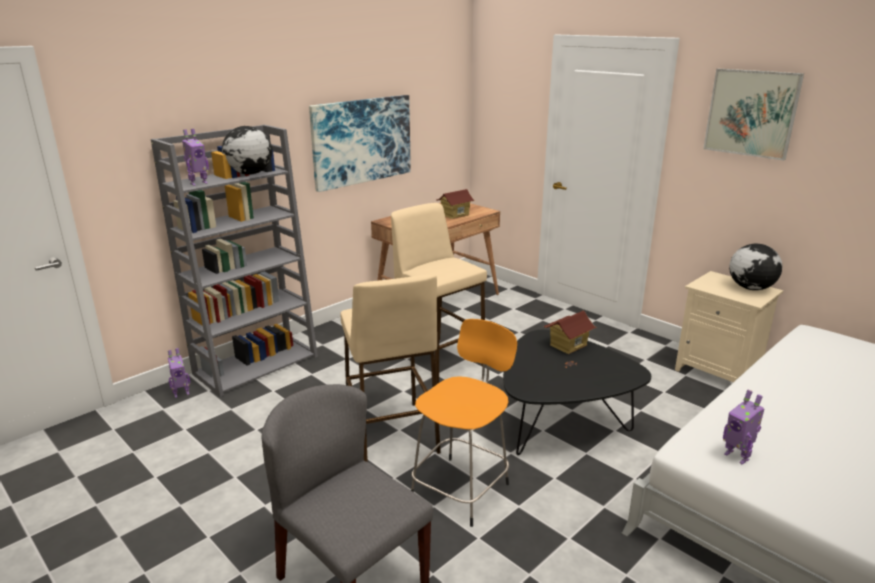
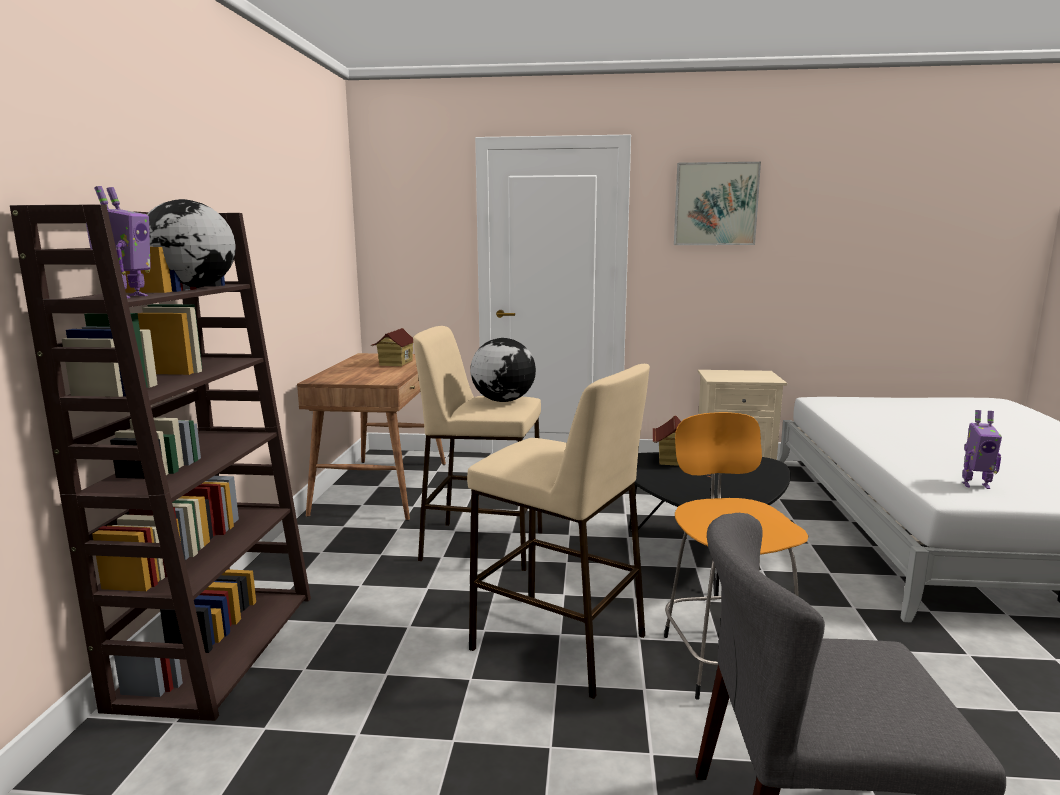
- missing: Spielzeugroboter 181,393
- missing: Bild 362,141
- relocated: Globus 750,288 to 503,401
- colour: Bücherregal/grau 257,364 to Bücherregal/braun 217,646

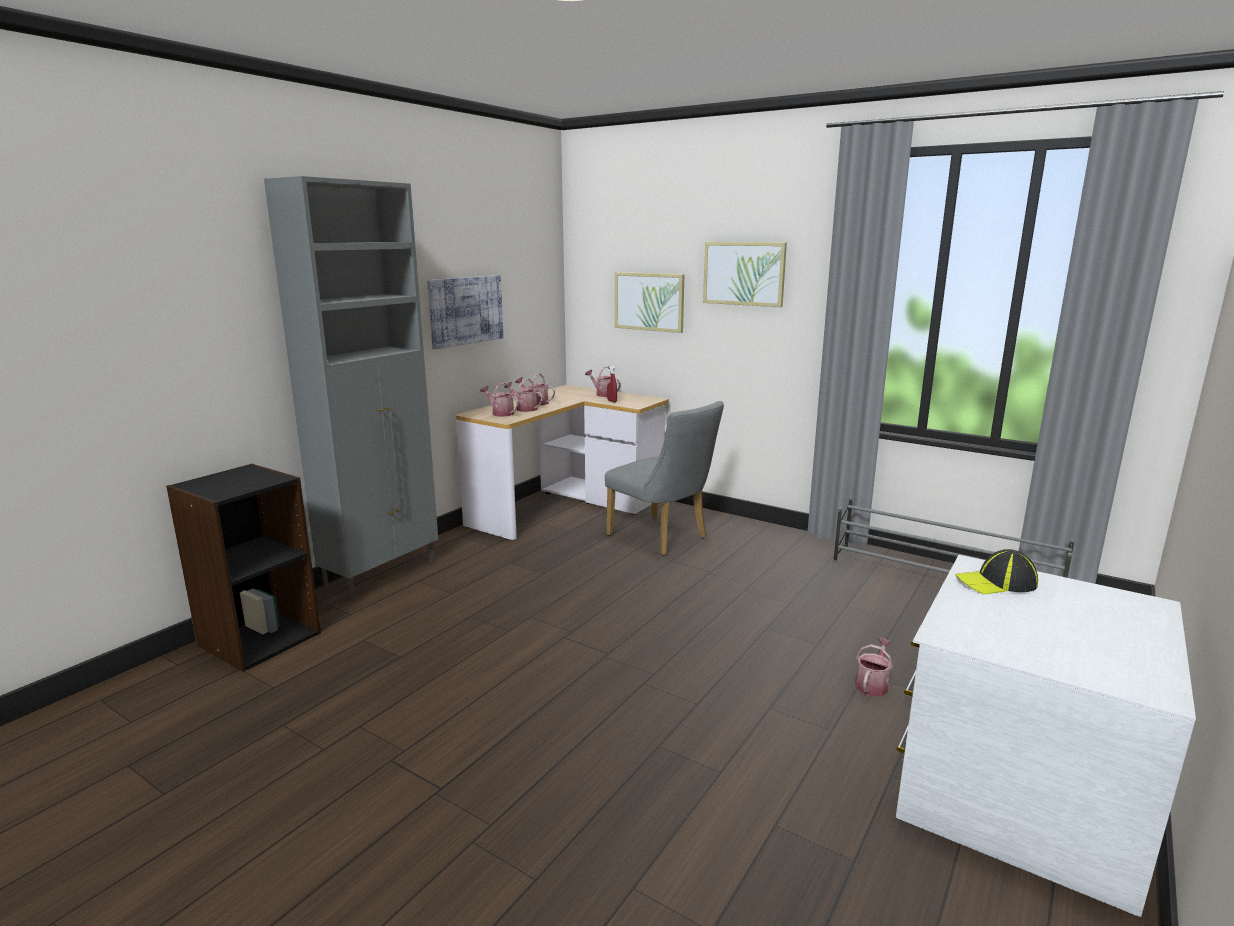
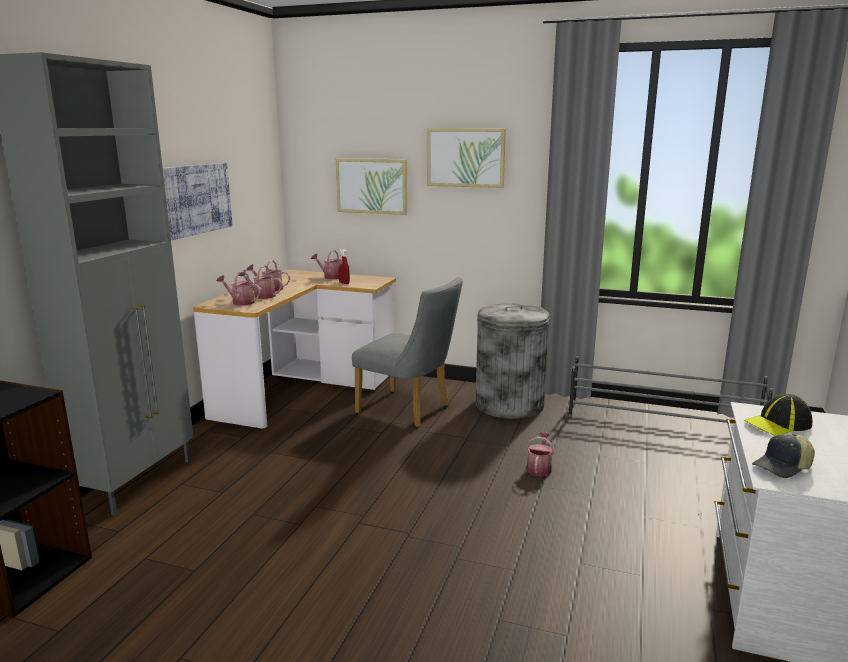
- appeared: Mülleimer/grau 509,404
- appeared: Kappe 783,467
- relocated: Gießkanne 872,684 to 539,468

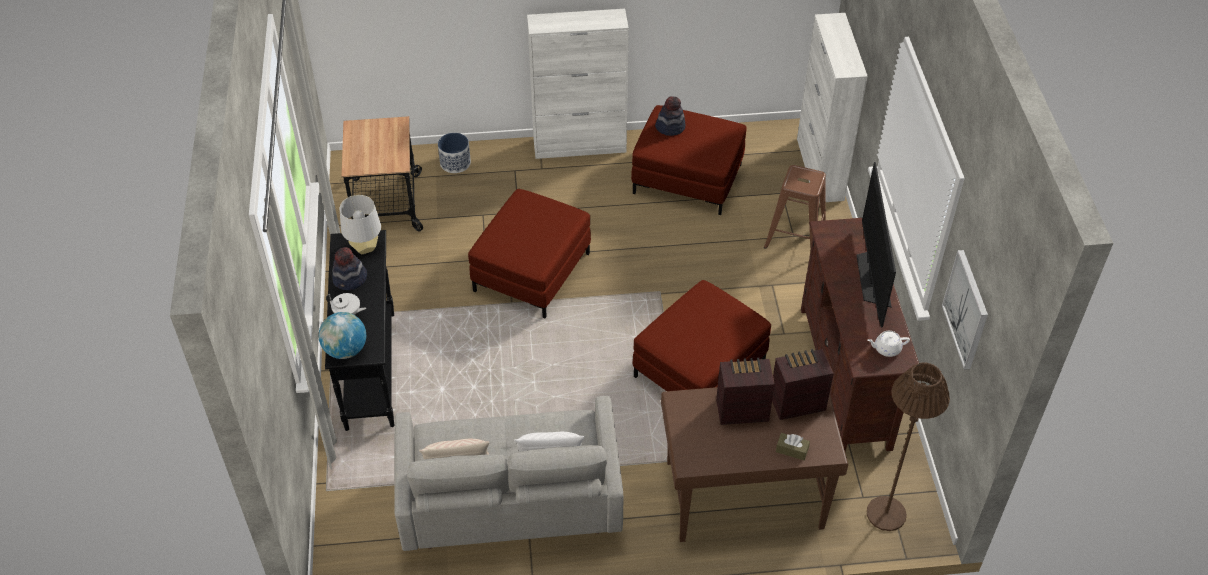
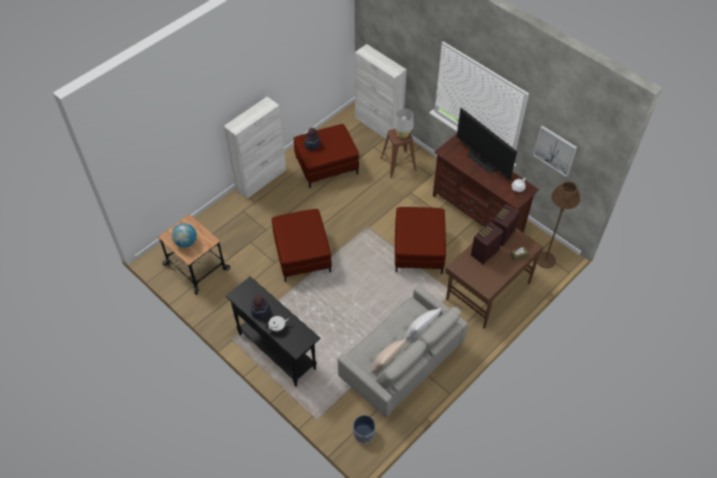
- relocated: Globus 345,350 to 186,242
- relocated: Tischlampe/grau 364,248 to 403,135
- relocated: Pflanzkübel 455,163 to 364,433

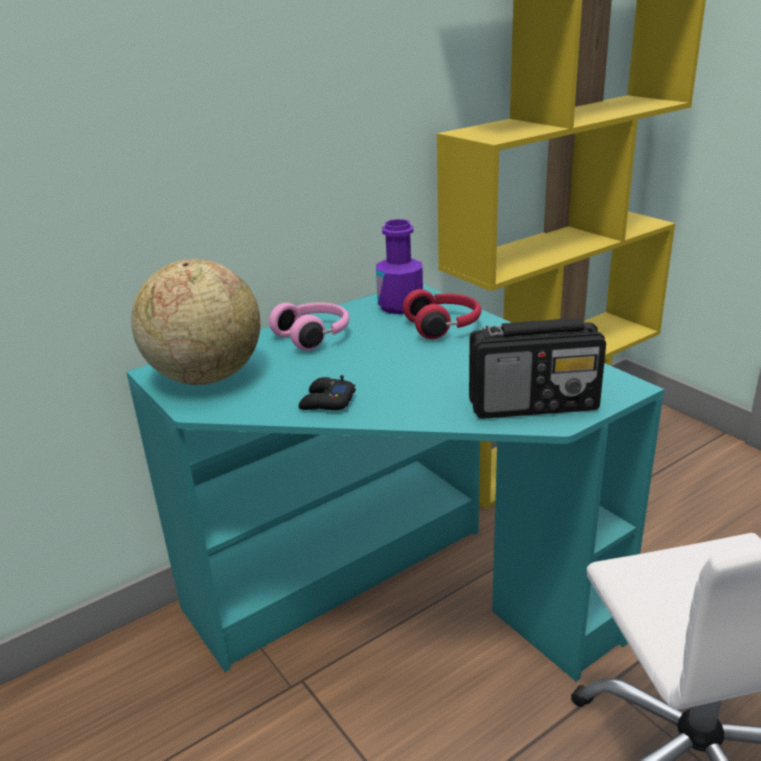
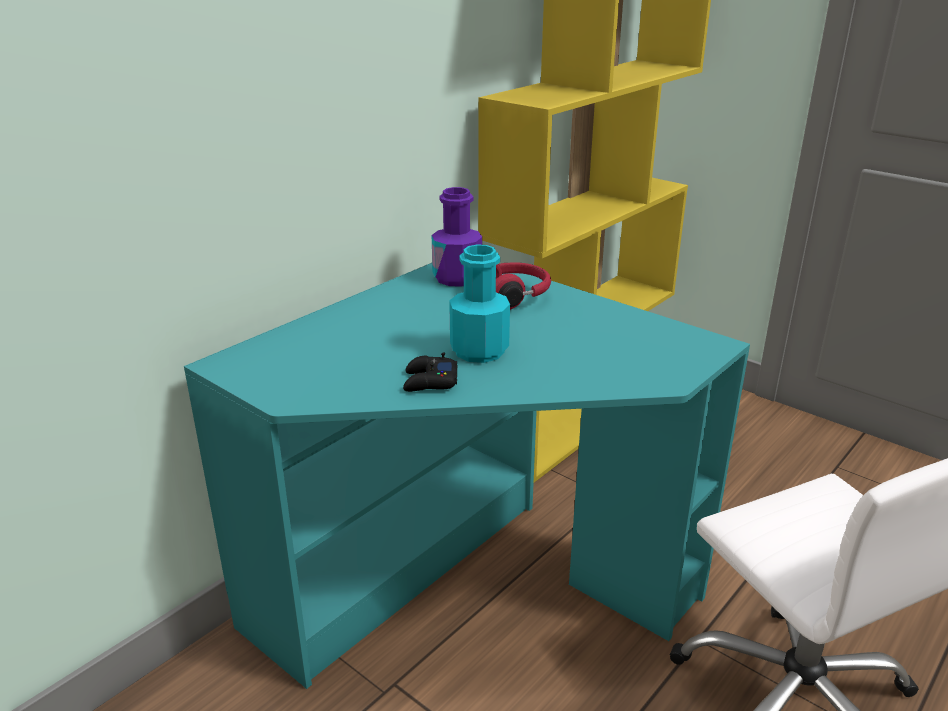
- missing: Globus 206,376
- missing: Kopfhörer/rosa 314,336
- missing: Radio 534,404
- appeared: Flasche/türkis 479,350

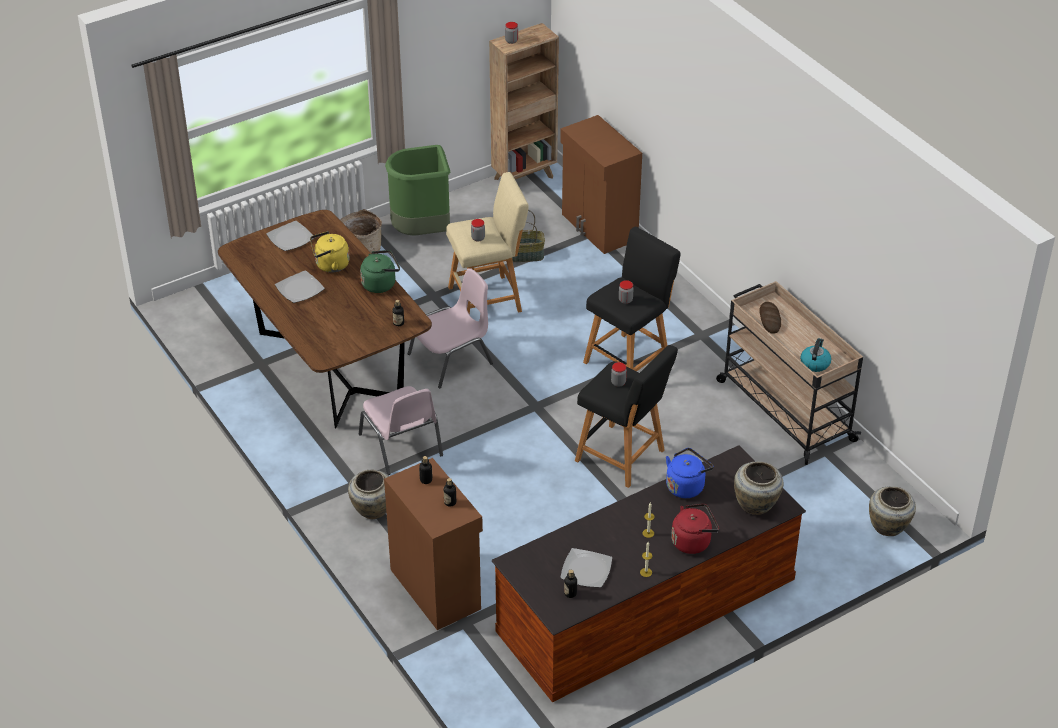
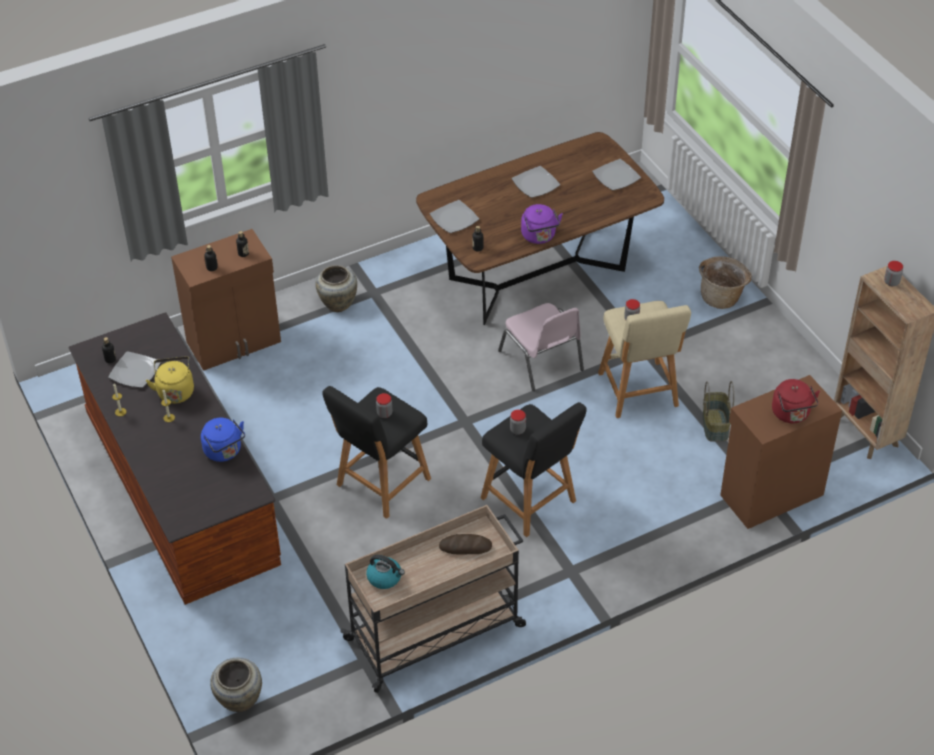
- missing: Stuhl/rosa 402,446
- missing: Mülleimer/grün 422,232
- missing: Vase/beige 756,505
- appeared: Teller 455,219
- relocated: Wasserkessel/gelb 330,265 to 175,391
- relocated: Wasserkessel/rot 693,541 to 792,414
- colour: Wasserkessel/grün 381,284 to Wasserkessel/lila 539,237

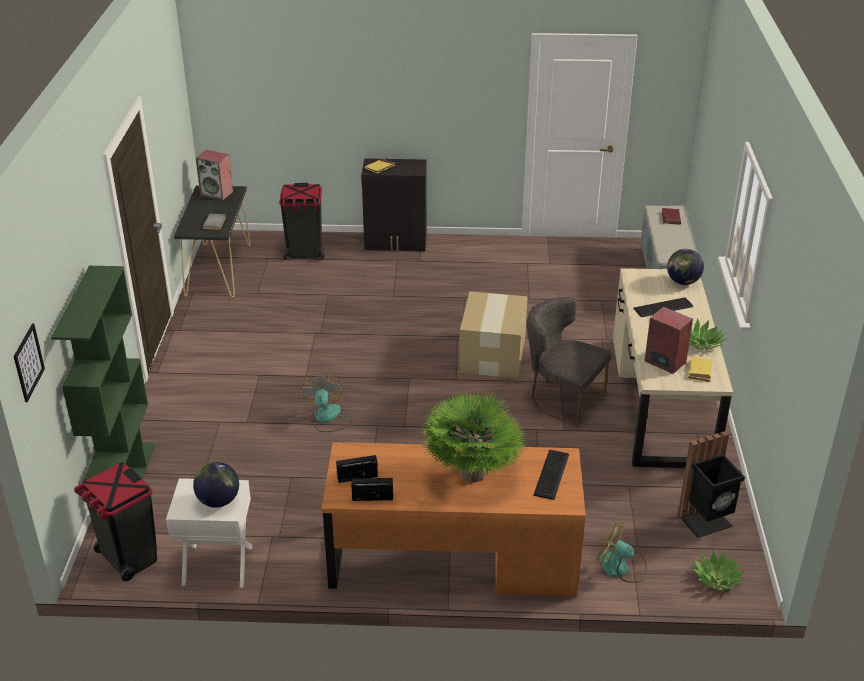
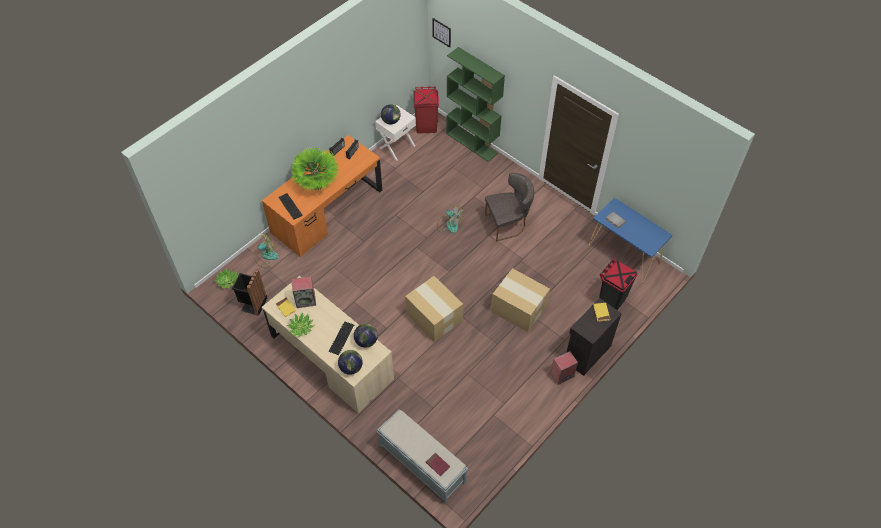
- appeared: Globus 366,341
- appeared: Karton 519,309
- relocated: Lautsprecher 217,193 to 562,375
- relocated: Stuhl/grau 561,398 to 508,223
- colour: Mülleimer/schwarz 128,558 to Mülleimer/rot 426,126
- colour: Konsolentisch/schwarz 218,270 to Konsolentisch/blau 624,254

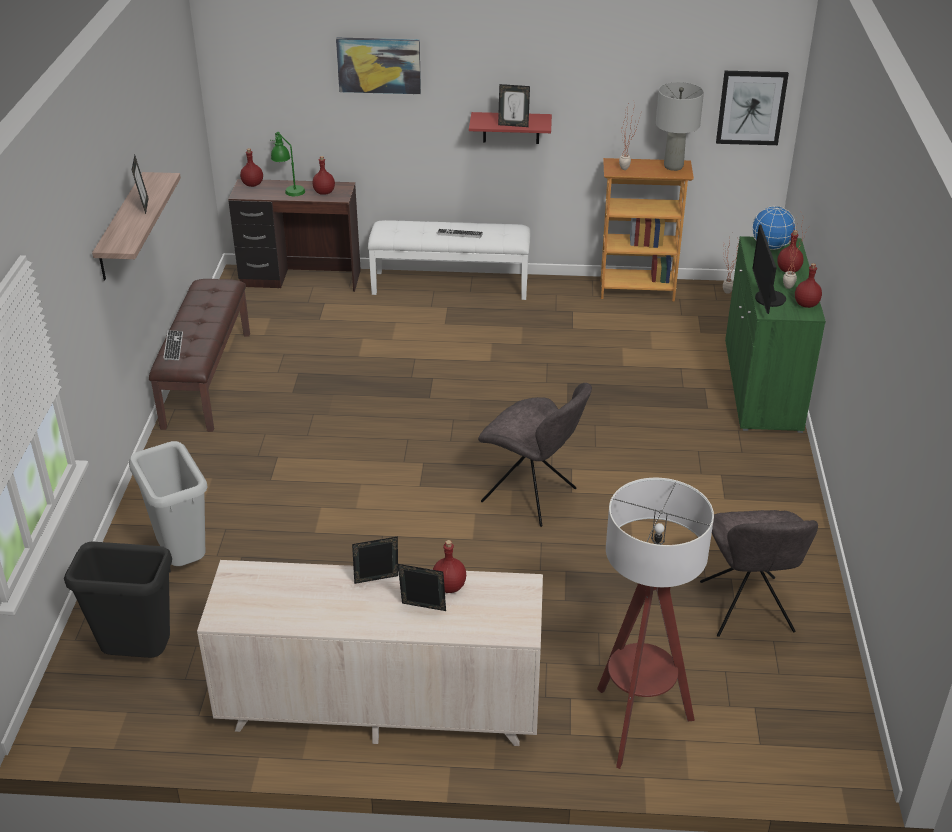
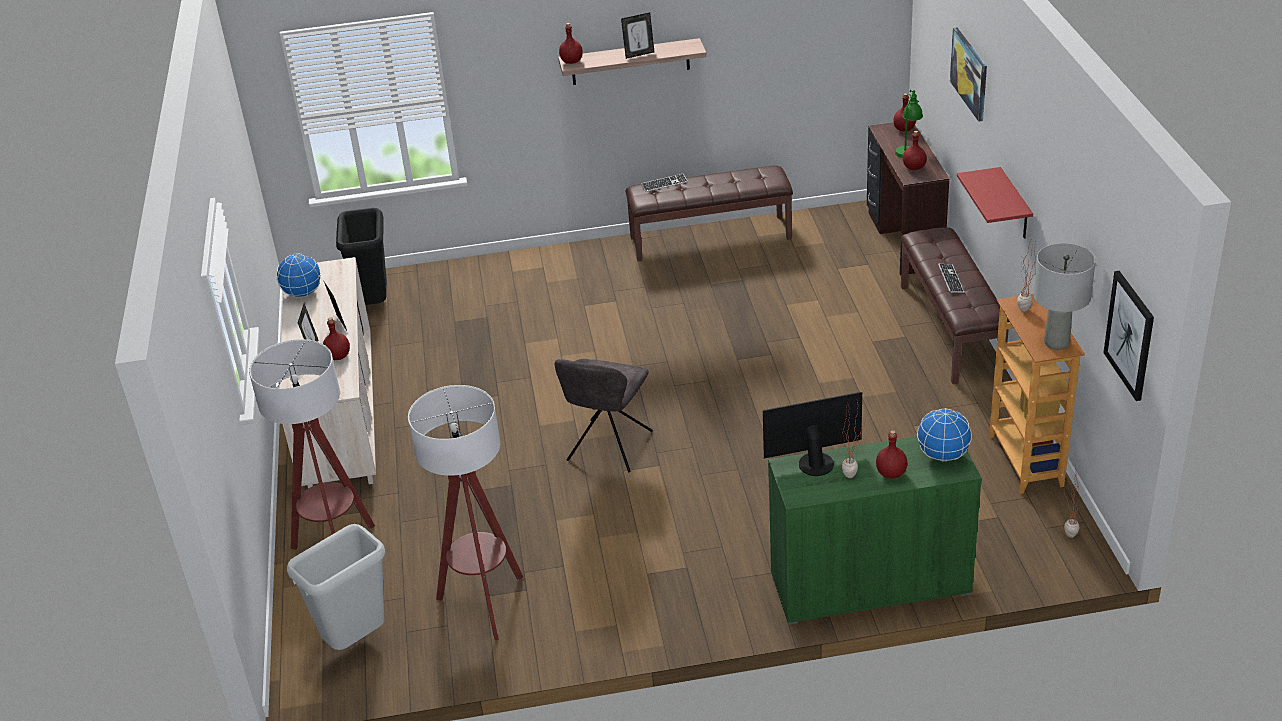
- missing: Bilderrahmen 513,125
- appeared: Globus 302,293
- relocated: Mülleimer/grau 182,559 to 356,641
- relocated: Flasche/rot 805,304 to 572,61
- exchanged: Stuhl/grau 747,610 to Stehlampe 485,604
- colour: Bank/weiß 450,285 to Bank/braun 951,329

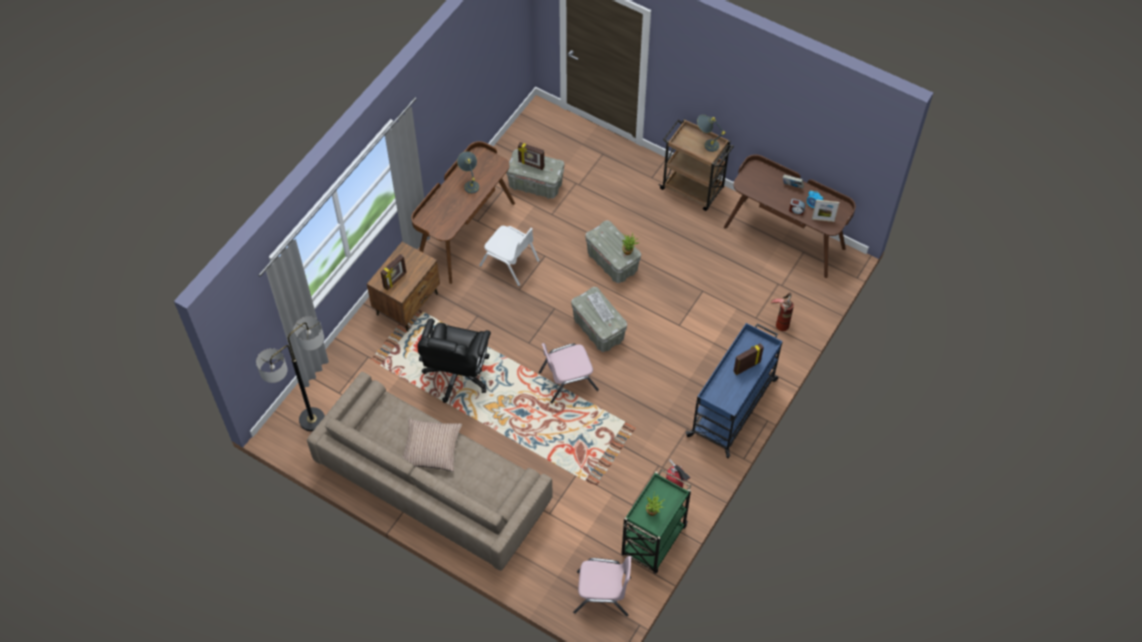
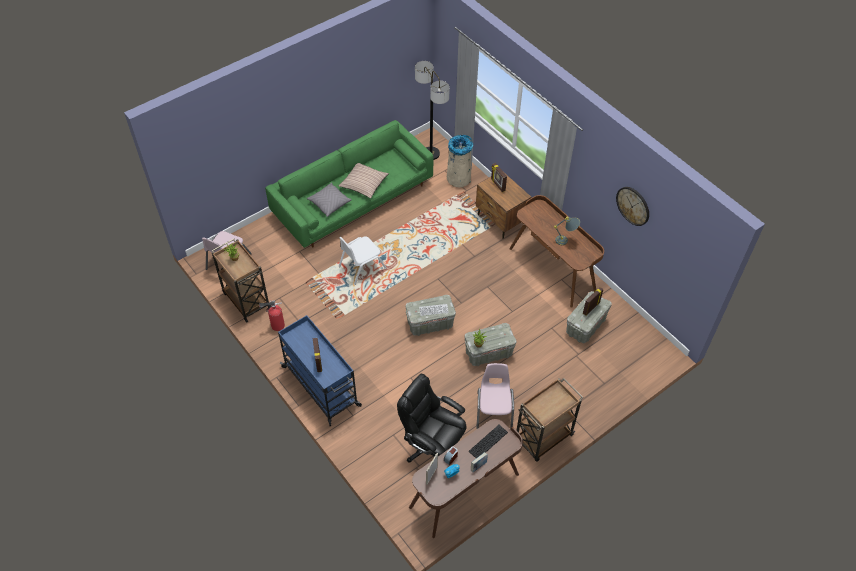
- missing: Tischlampe/grau 706,144
- missing: Feuerlöscher 781,321
- appeared: Kissen/grau 329,203
- appeared: Mülleimer/beige 458,177
- appeared: Tastatur 488,442
- appeared: Wanduhr 633,205
- relocated: Bürostuhl/schwarz 457,375 to 432,445
- relocated: Stuhl/weiß 510,263 to 361,267
- relocated: Stuhl/rosa 567,380 to 494,411
- colour: Sofa/beige 433,484 to Sofa/grün 353,199
- colour: Rollwagen/grün 653,542 to Rollwagen/braun 246,300

